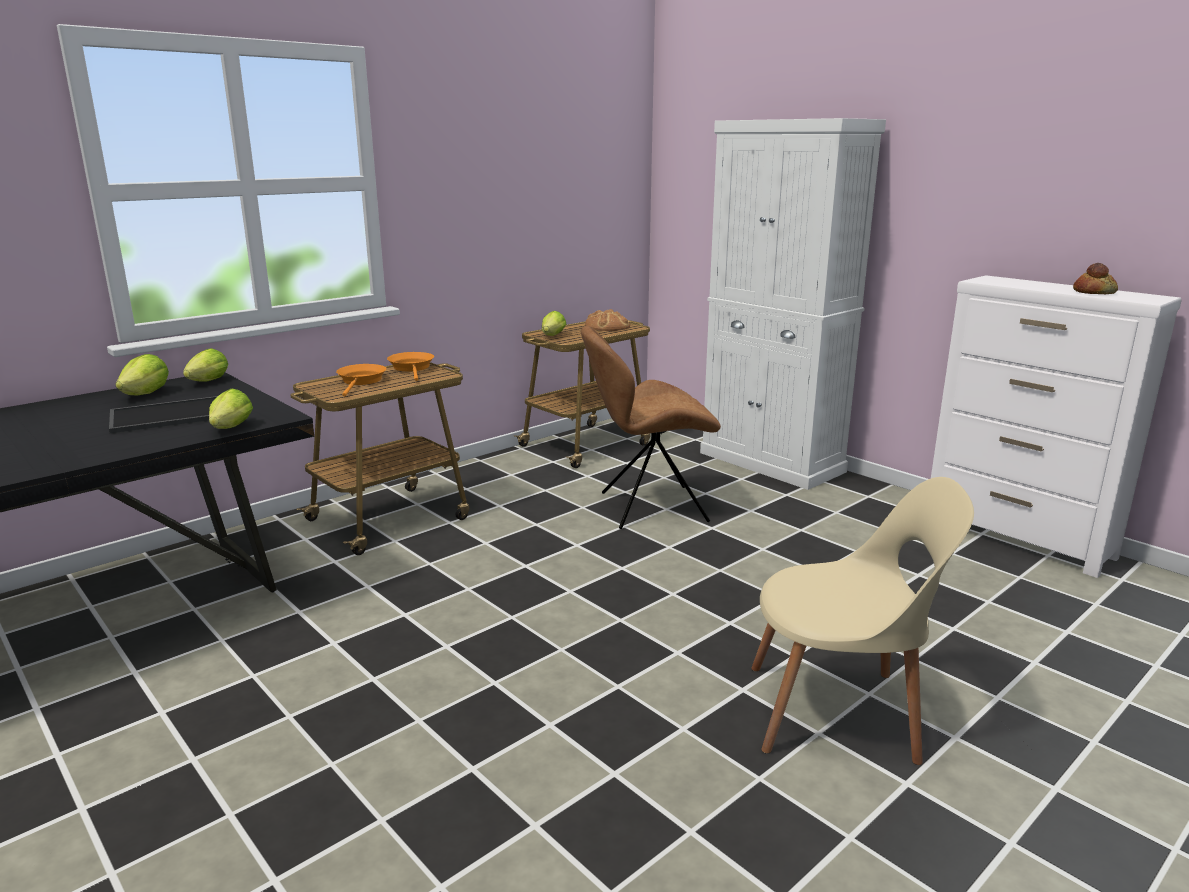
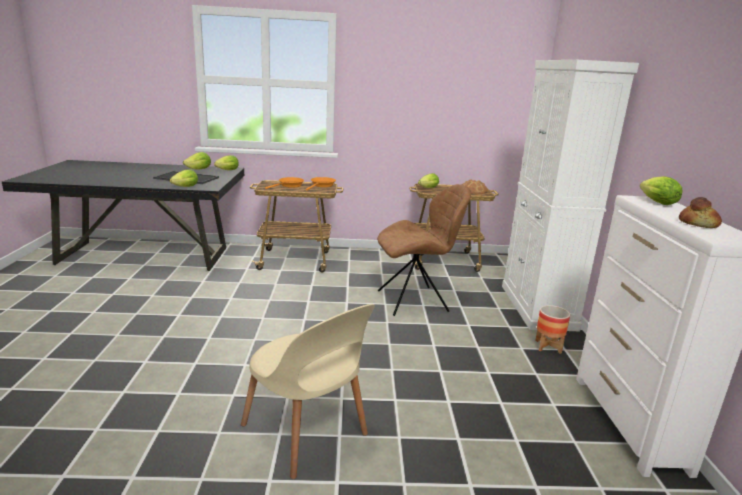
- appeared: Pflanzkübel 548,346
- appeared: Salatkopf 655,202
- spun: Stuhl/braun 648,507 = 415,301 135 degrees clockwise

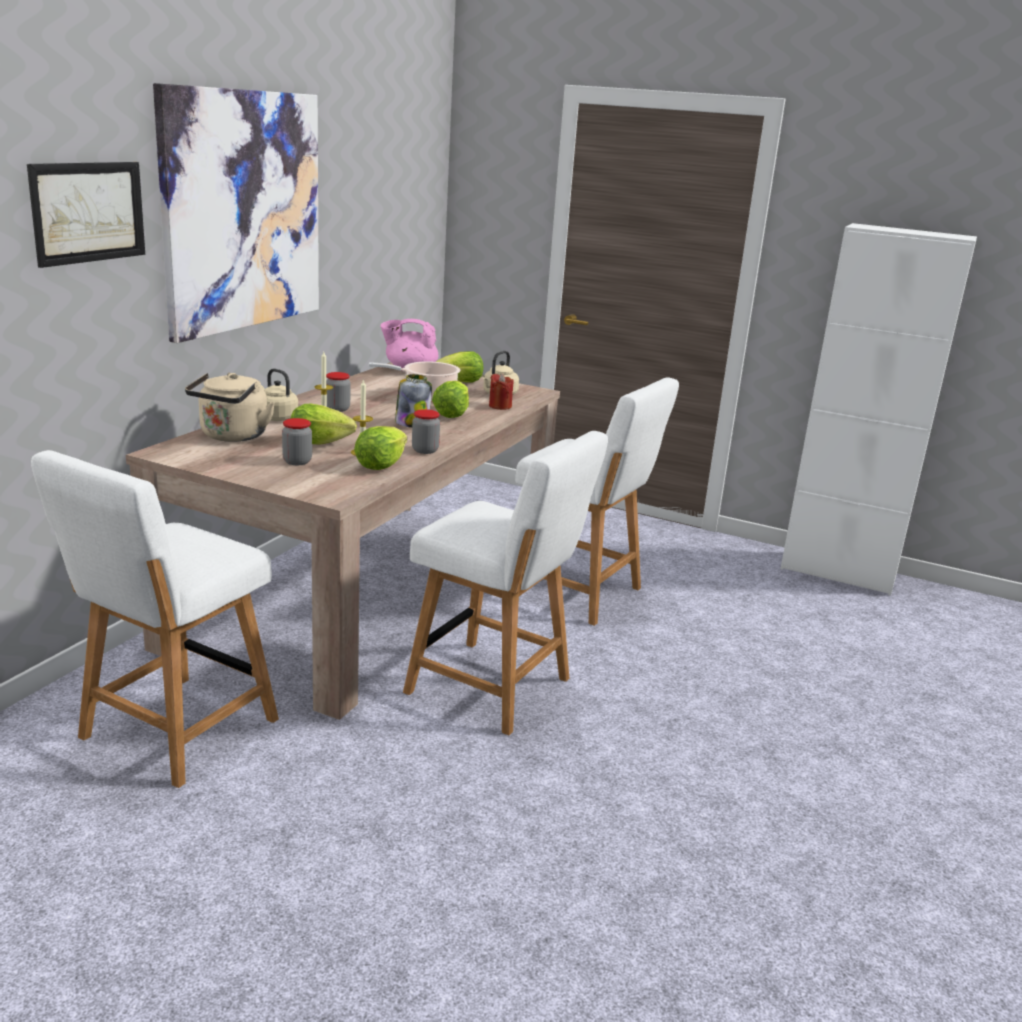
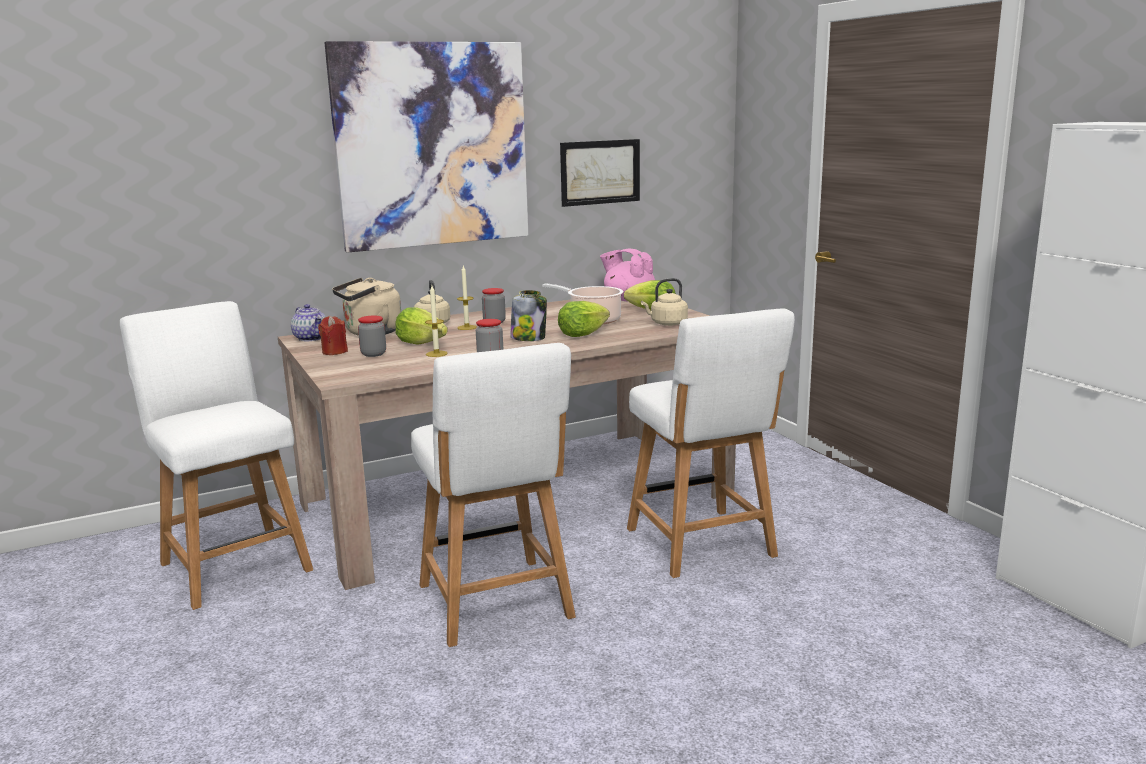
- missing: Salatkopf 380,465
- appeared: Teekanne 311,338
- relocated: Bild 88,212 to 600,172
- relocated: Kerze/rot 500,406 to 334,352
- spun: Stuhl/weiß 173,733 = 233,564 75 degrees clockwise

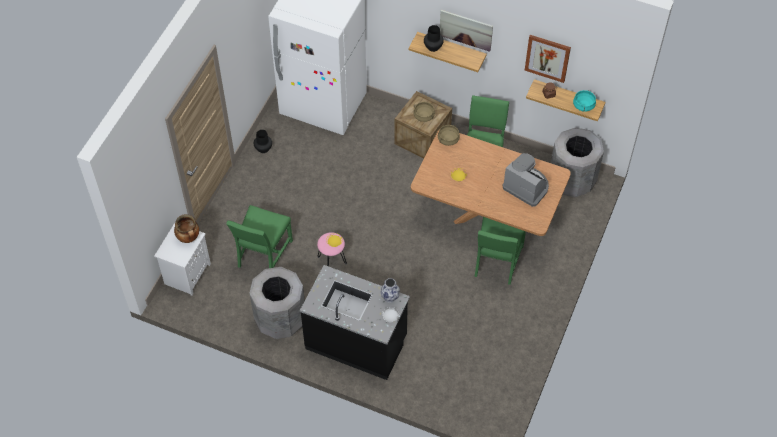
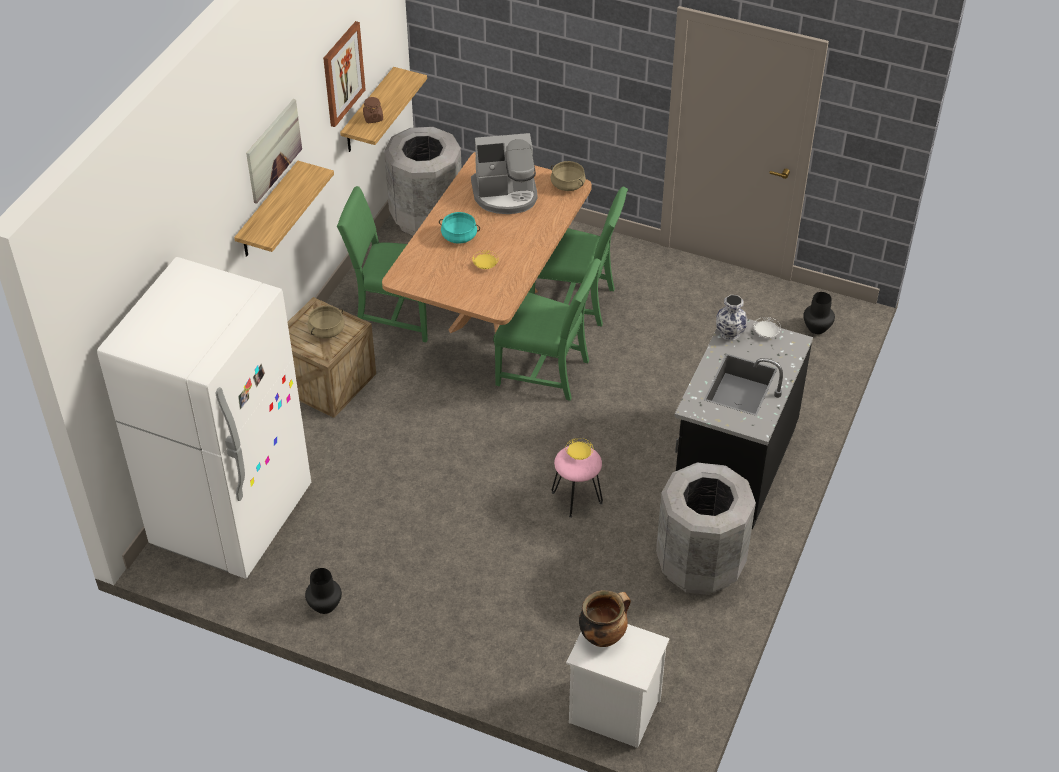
- relocated: Stuhl/grün 263,254 to 546,371
- relocated: Vase/schwarz 433,47 to 816,327
- relocated: Kochtopf/beige 448,139 to 567,185
- relocated: Kochtopf/türkis 584,105 to 459,236
- spun: Kaffeemaschine 526,187 = 505,194 135 degrees counterclockwise

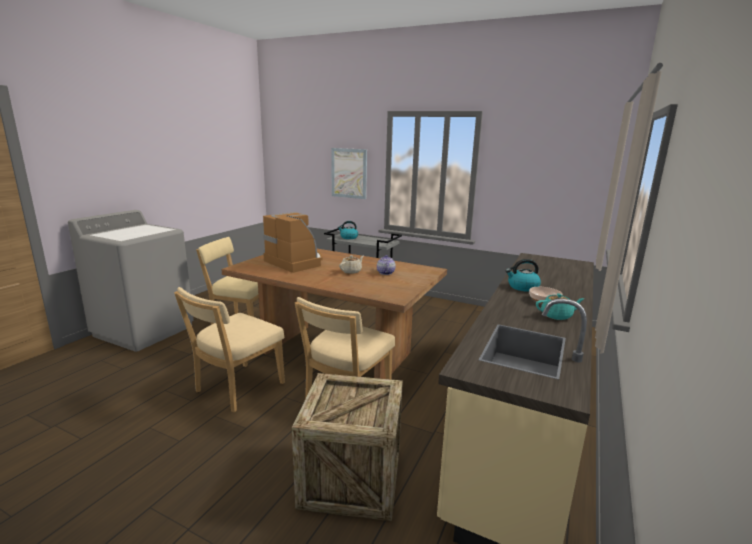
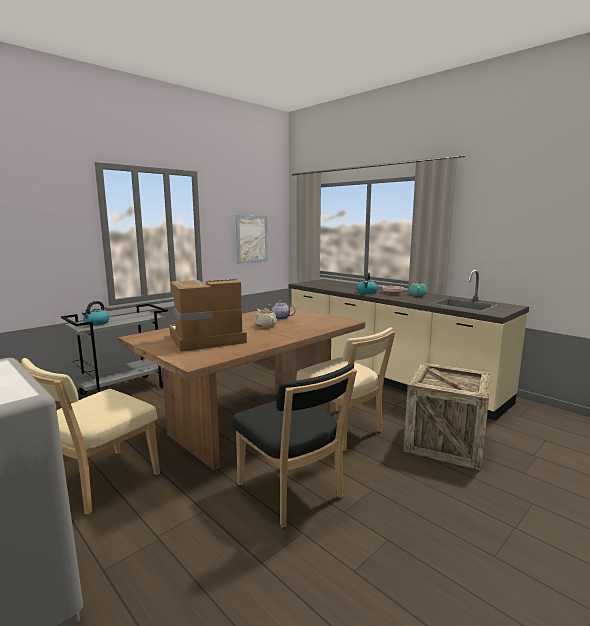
- relocated: Bild 349,173 to 251,239
- colour: Stuhl/beige 236,389 to Stuhl/schwarz 292,493

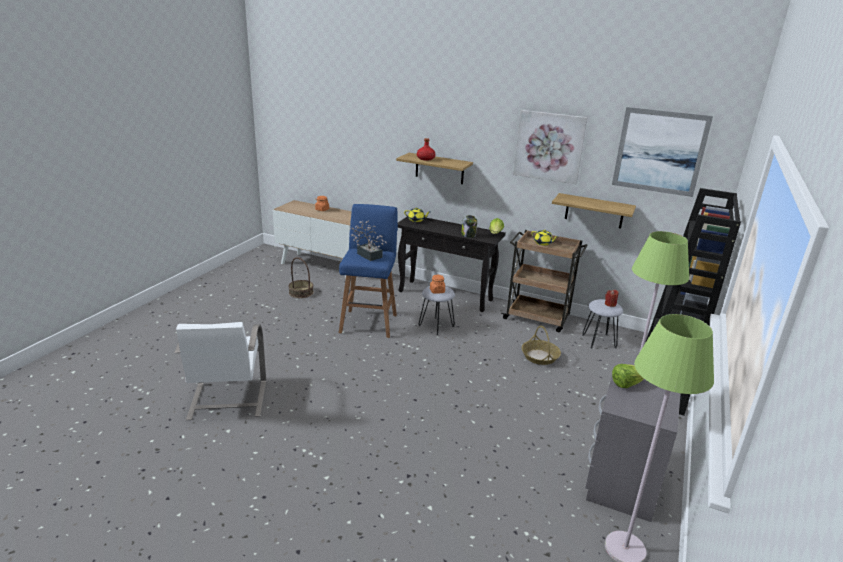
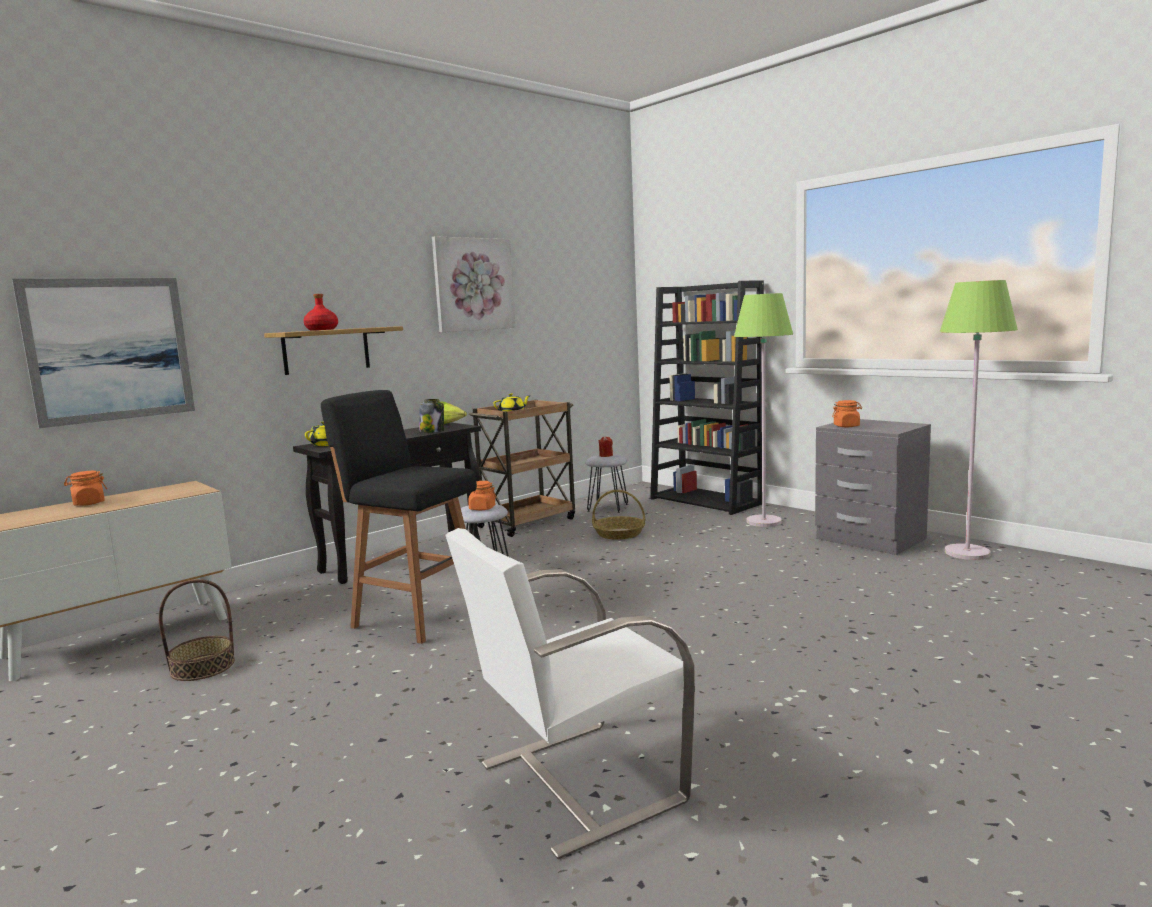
- missing: Topfpflanze 368,254
- missing: Wandregal 594,211
- relocated: Bild 659,151 to 109,349
- exchanged: Salatkopf 627,384 to Vorratsglas/orange 846,426
- colour: Hocker/blau 369,322 to Hocker/schwarz 415,616
- spun: Stuhl/weiß 227,401 = 576,782 135 degrees clockwise

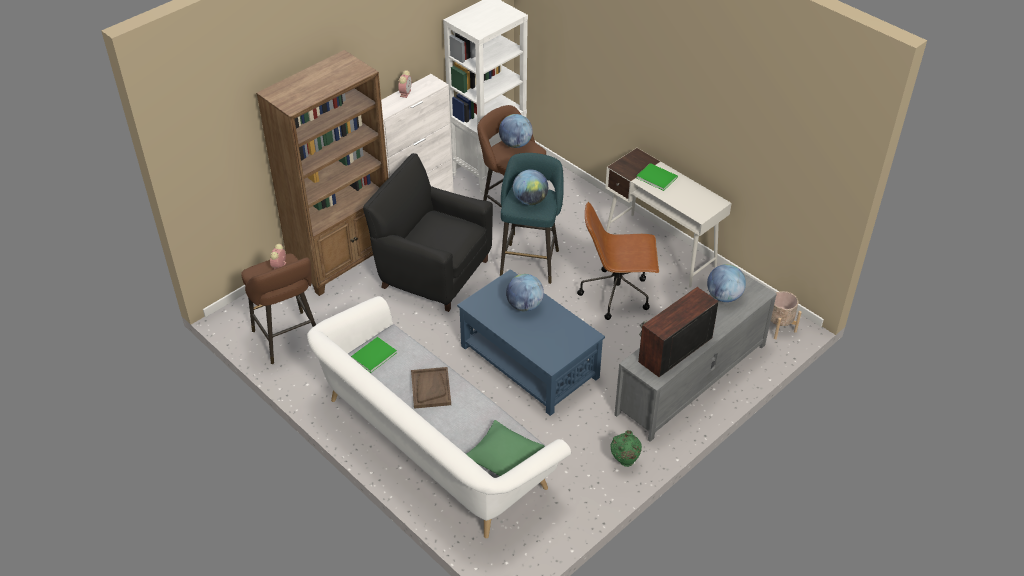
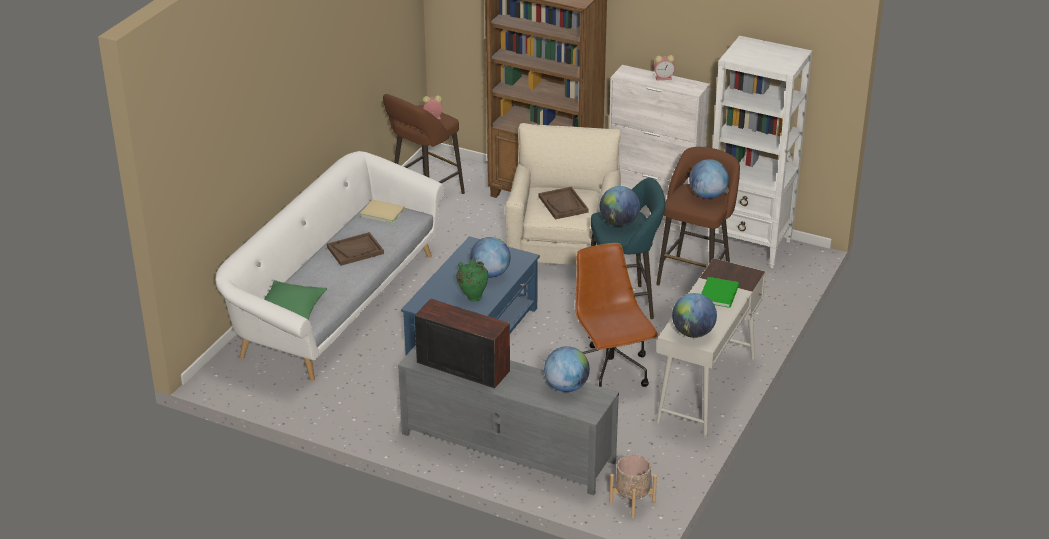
- appeared: Tablett/braun 563,204
- appeared: Globus 693,333
- relocated: Vase/grün 624,462 to 472,297
- colour: Buch/grün 372,355 to Buch/beige 382,212
- colour: Sessel/schwarz 433,272 to Sessel/beige 564,249

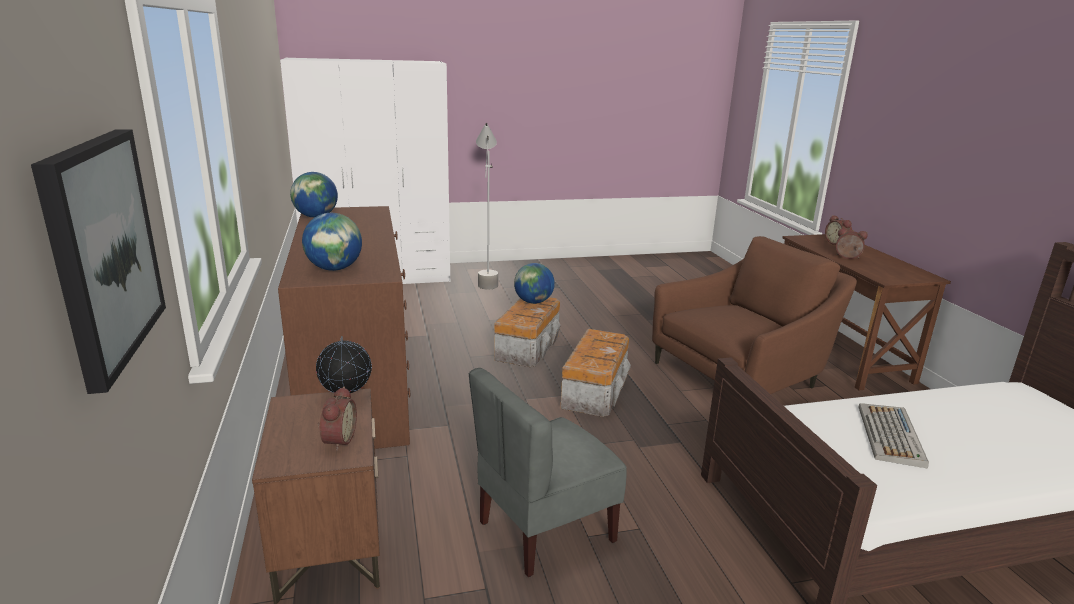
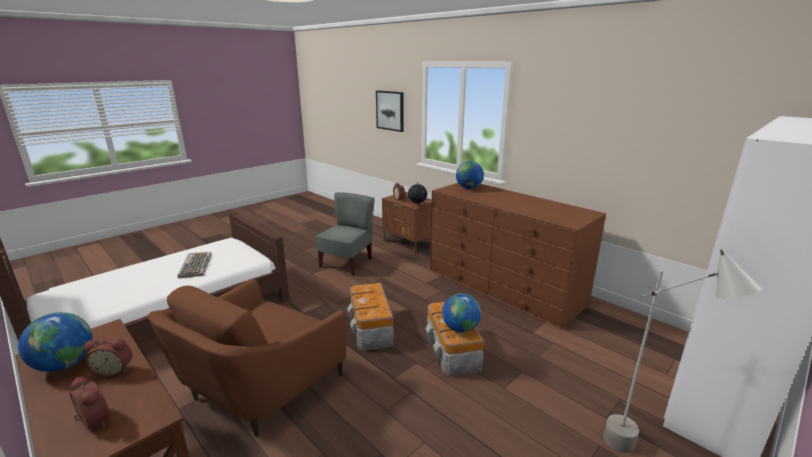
- relocated: Globus 316,217 to 65,364

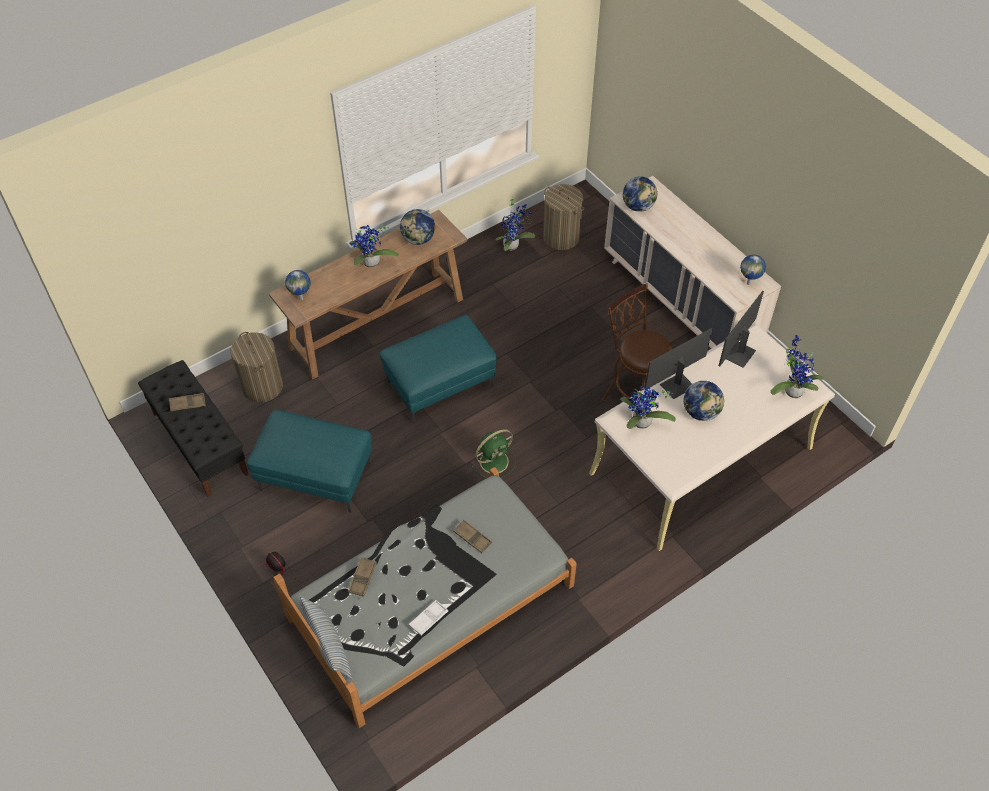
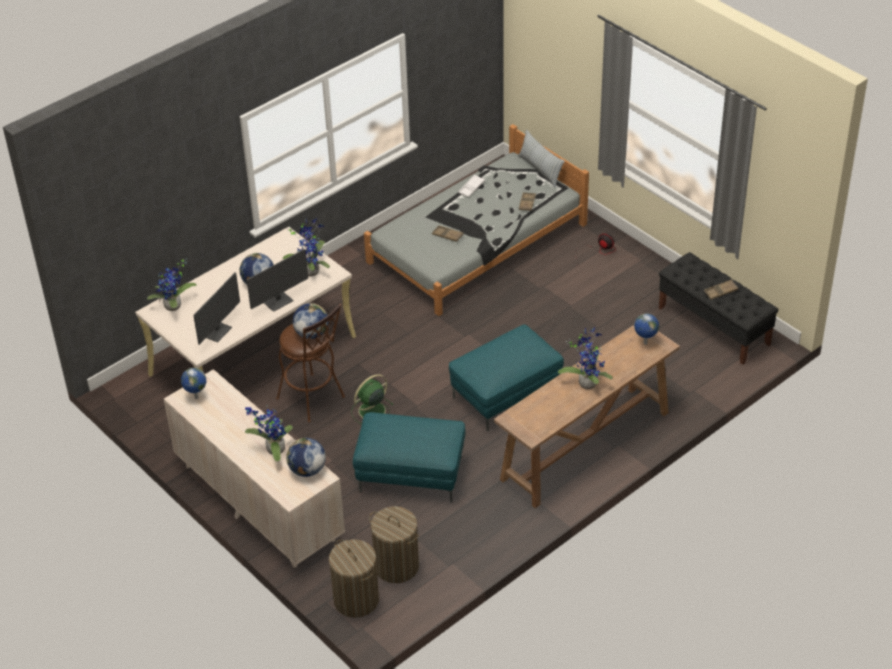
- relocated: Wäschekorb 262,386 to 356,600
- relocated: Polsterhocker/türkis 315,476 to 411,474
- relocated: Globus 418,239 to 311,334
- relocated: Ventilator/grün 495,461 to 371,411
- relocated: Topfpflanze 513,245 to 273,450

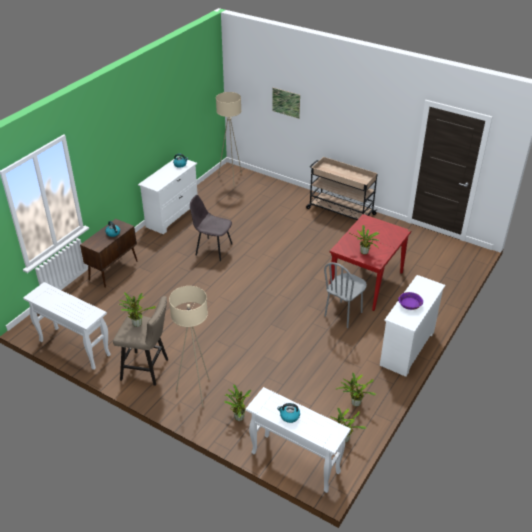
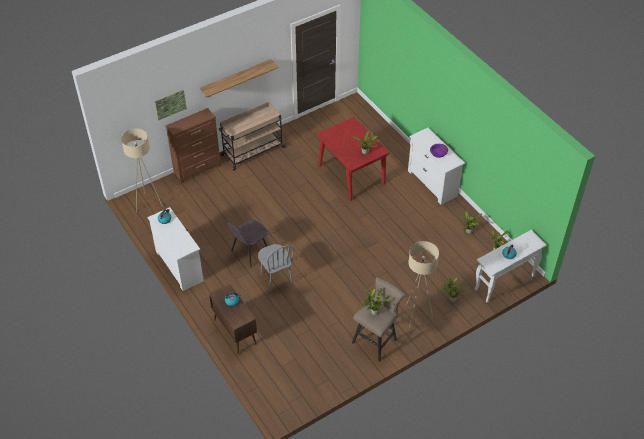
- missing: Konsolentisch/weiß 74,348
- appeared: Kommode/braun 198,170
- appeared: Wandregal 236,78
- relocated: Stuhl/grau 343,314 to 276,278

